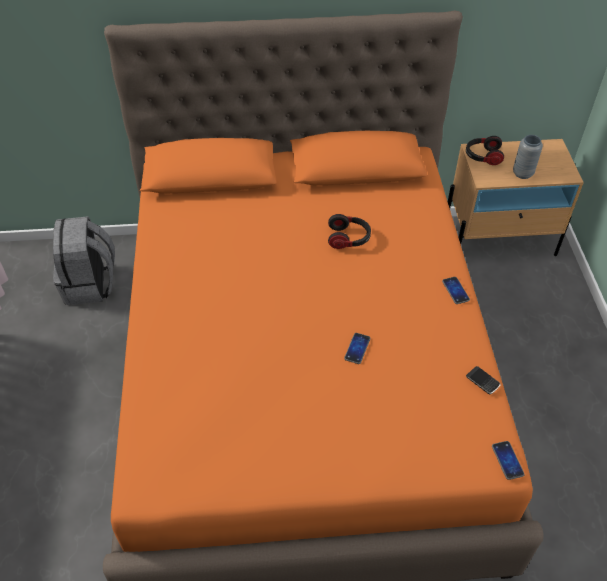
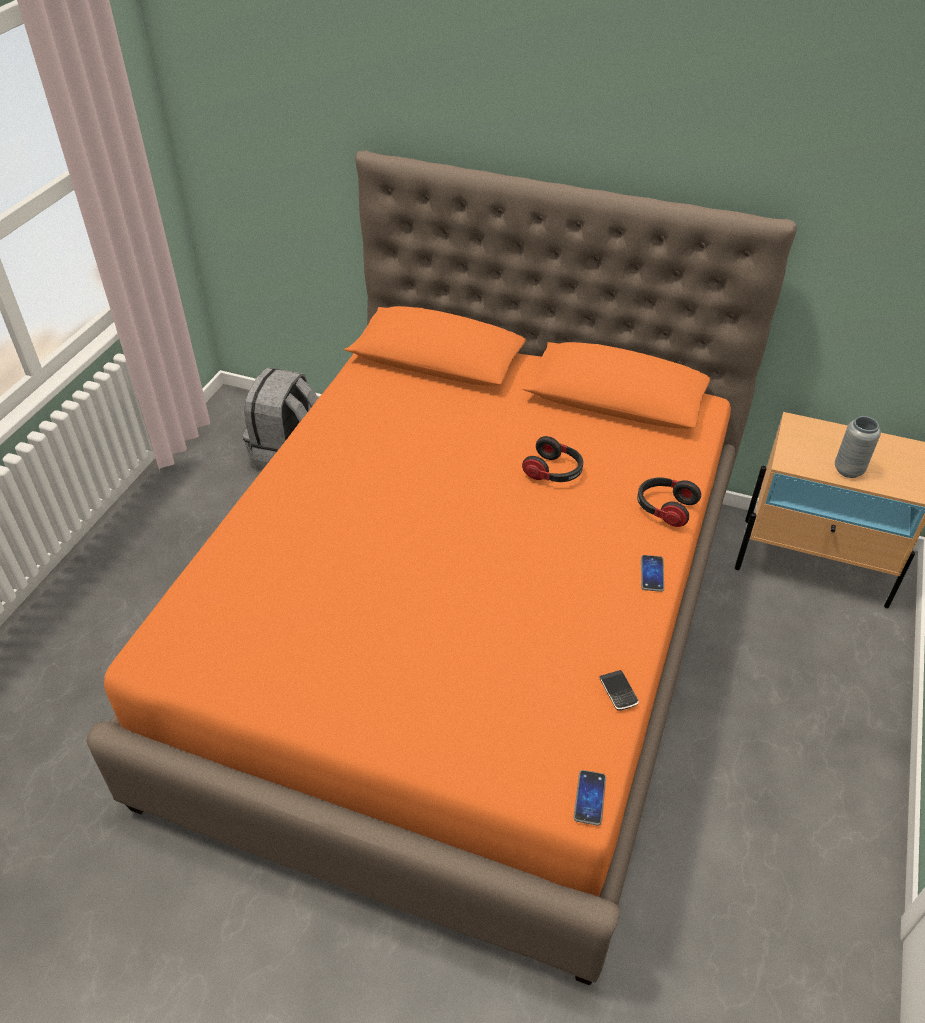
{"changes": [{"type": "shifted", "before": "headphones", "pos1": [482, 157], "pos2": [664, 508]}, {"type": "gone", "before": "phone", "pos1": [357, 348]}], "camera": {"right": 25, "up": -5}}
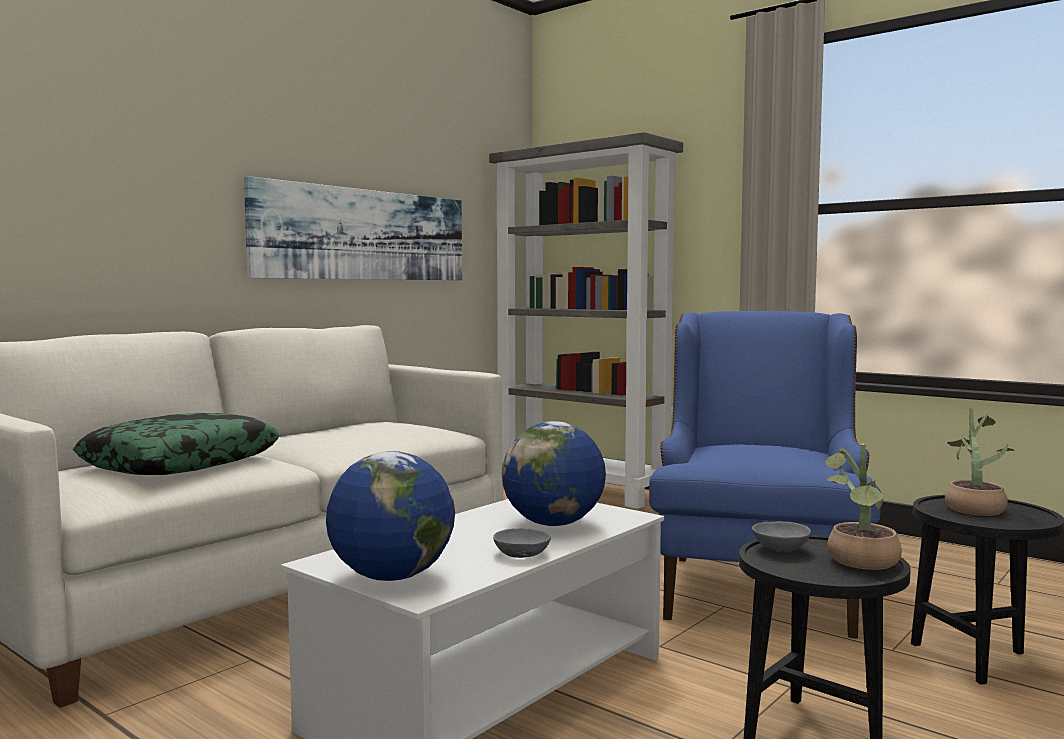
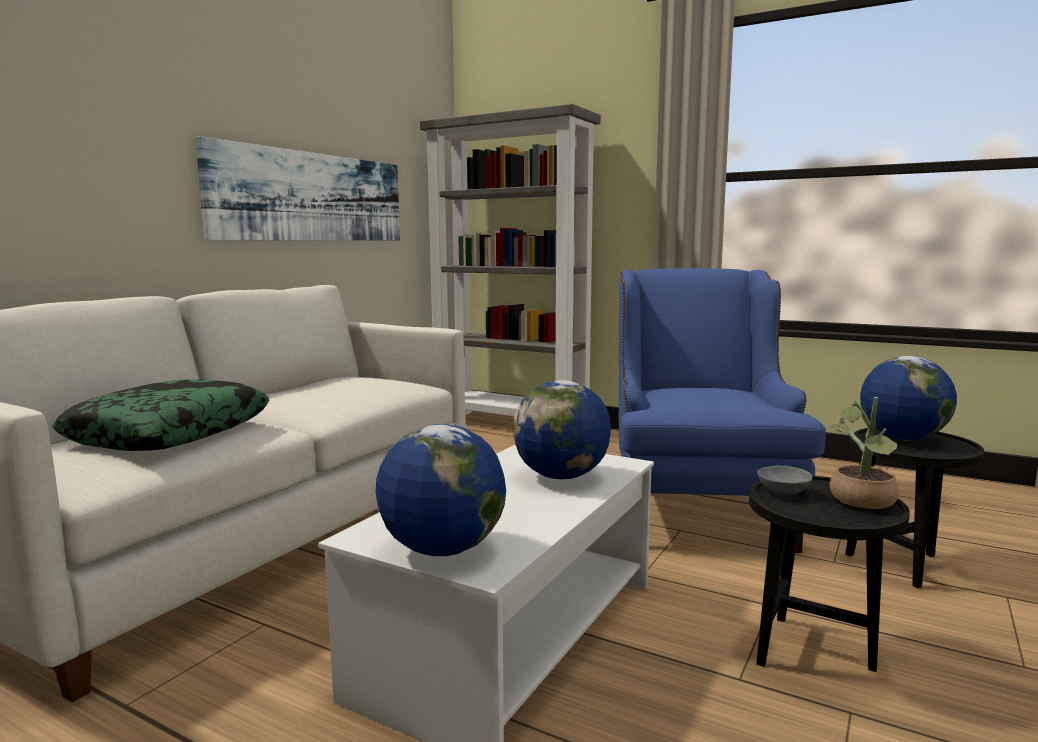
{"changes": [{"type": "swapped", "before": "potted plant", "after": "globe", "pos1": [973, 507], "pos2": [902, 438]}, {"type": "gone", "before": "grey serving bowl", "pos1": [523, 553]}], "camera": {"right": -10, "up": 5}}
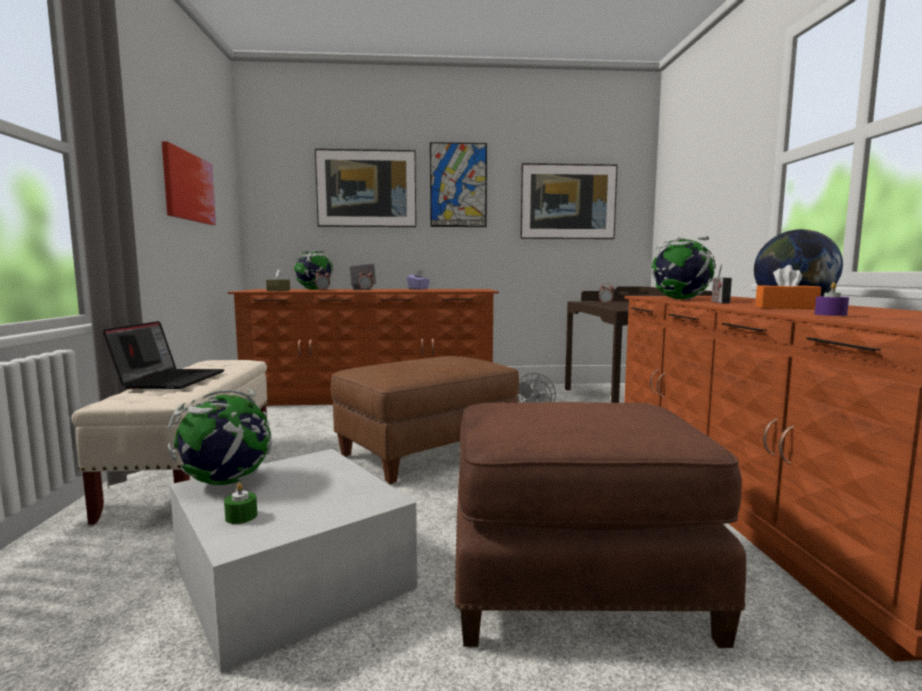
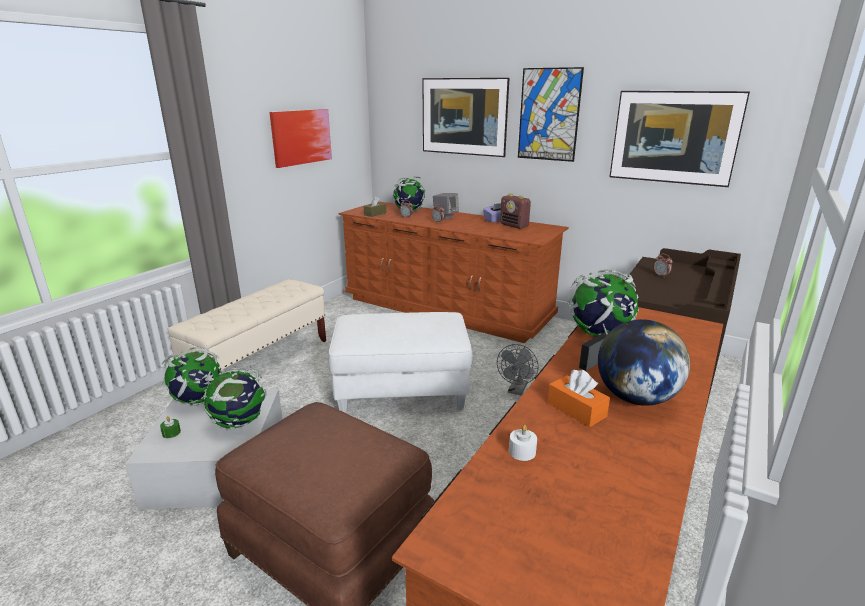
{"changes": [{"type": "new", "after": "globe", "pos2": [239, 423]}, {"type": "repainted", "before": "brown-coloured pouffe", "after": "white-coloured pouffe", "pos1": [427, 452], "pos2": [402, 390]}, {"type": "new", "after": "radio set", "pos2": [514, 226]}, {"type": "repainted", "before": "purplish wax candle", "after": "white-coloured wax candle", "pos1": [830, 314], "pos2": [522, 451]}, {"type": "gone", "before": "portable computer", "pos1": [170, 380]}], "camera": {"right": 35, "up": 15}}
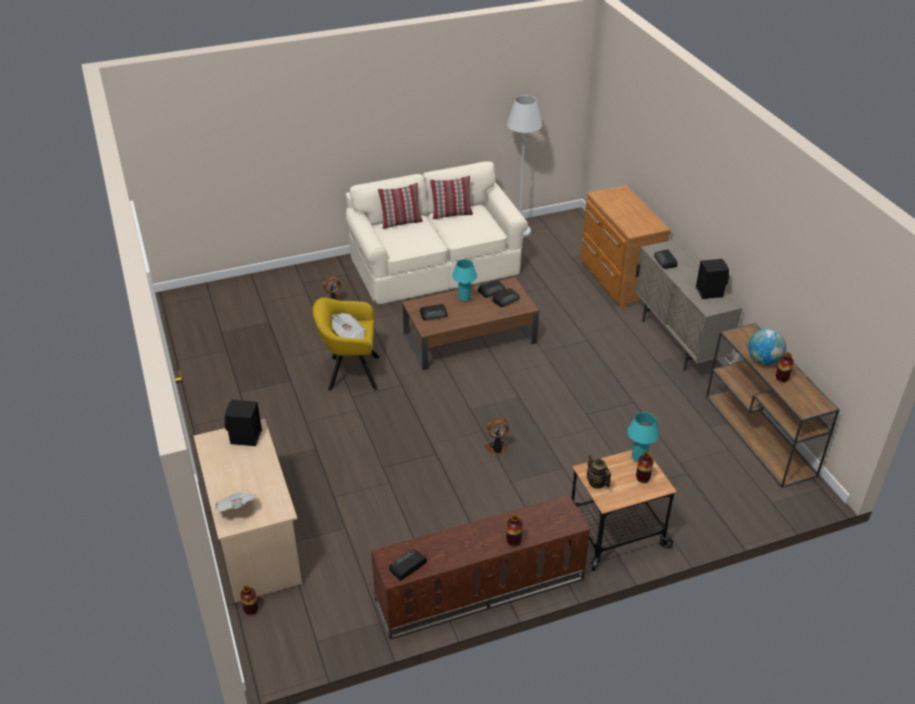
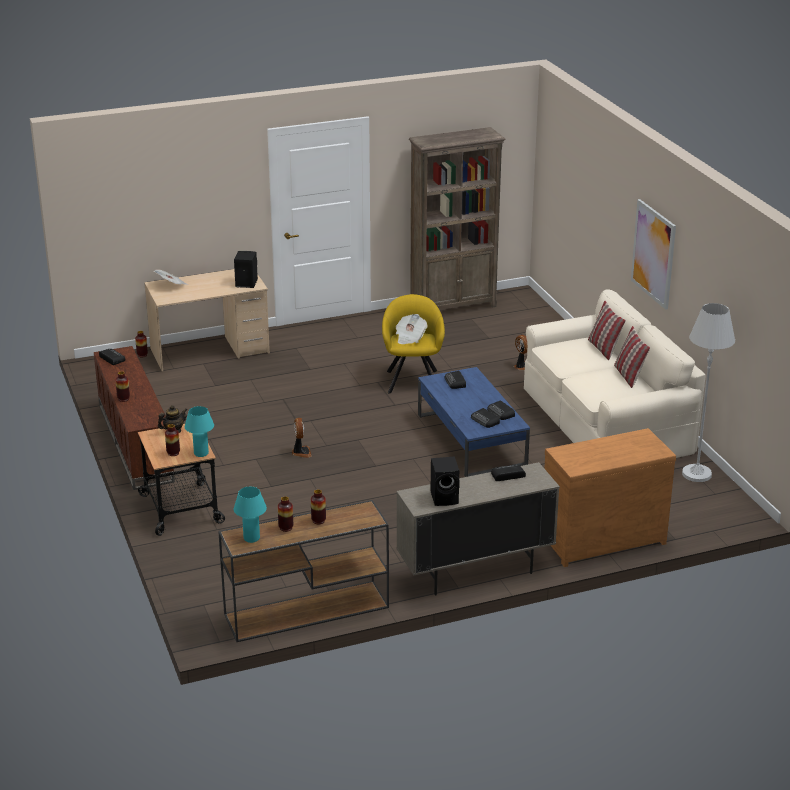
{"changes": [{"type": "shifted", "before": "turquoise lamp for a table", "pos1": [464, 298], "pos2": [251, 538]}, {"type": "swapped", "before": "globe", "after": "decorative vase", "pos1": [763, 360], "pos2": [318, 521]}, {"type": "new", "after": "brown-coloured bookshelf", "pos2": [453, 306]}, {"type": "repainted", "before": "brown-coloured low table", "after": "bluish low table", "pos1": [470, 338], "pos2": [471, 440]}, {"type": "new", "after": "wall picture", "pos2": [653, 253]}], "camera": {"right": 90, "up": -10}}
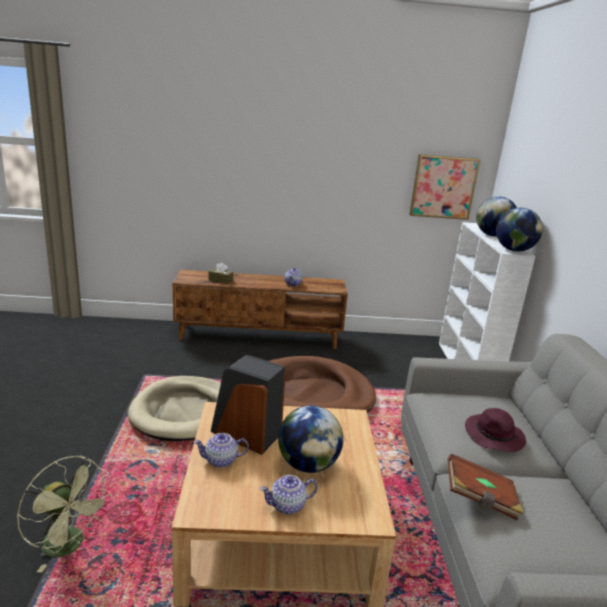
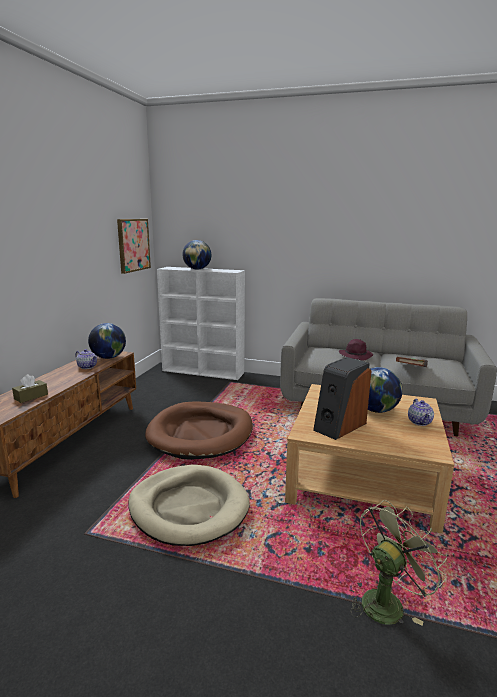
{"changes": [{"type": "shifted", "before": "globe", "pos1": [514, 250], "pos2": [108, 357]}, {"type": "gone", "before": "teapot", "pos1": [221, 460]}], "camera": {"right": -70, "up": -5}}
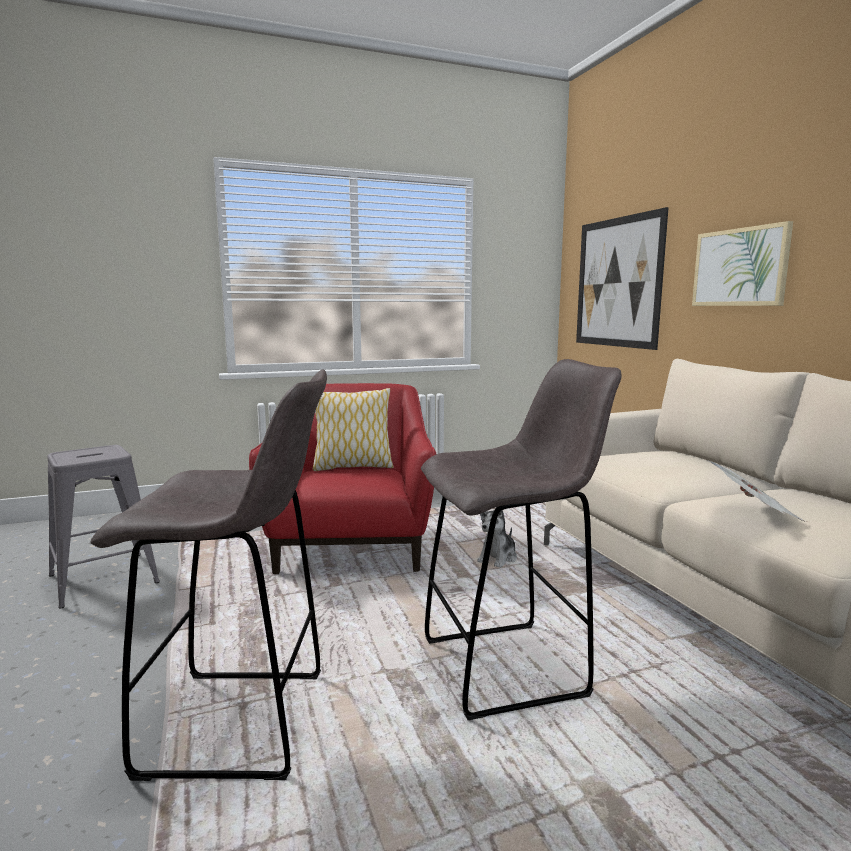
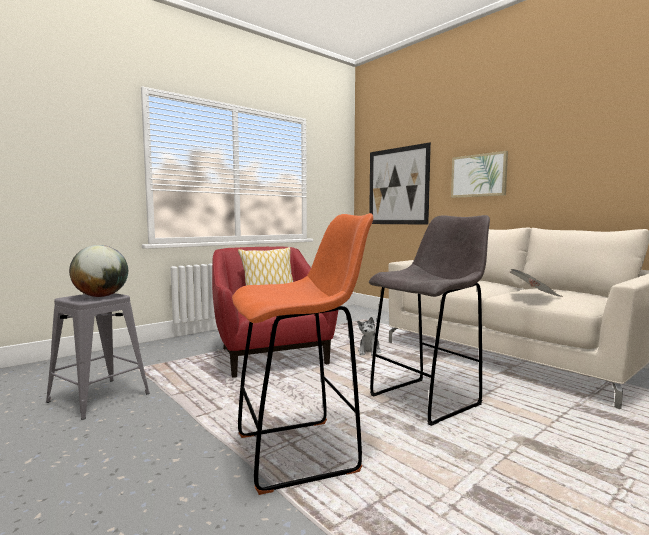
{"changes": [{"type": "new", "after": "globe", "pos2": [101, 296]}, {"type": "repainted", "before": "grey sitting stool", "after": "orangey sitting stool", "pos1": [242, 723], "pos2": [300, 453]}], "camera": {"right": -20, "up": -5}}
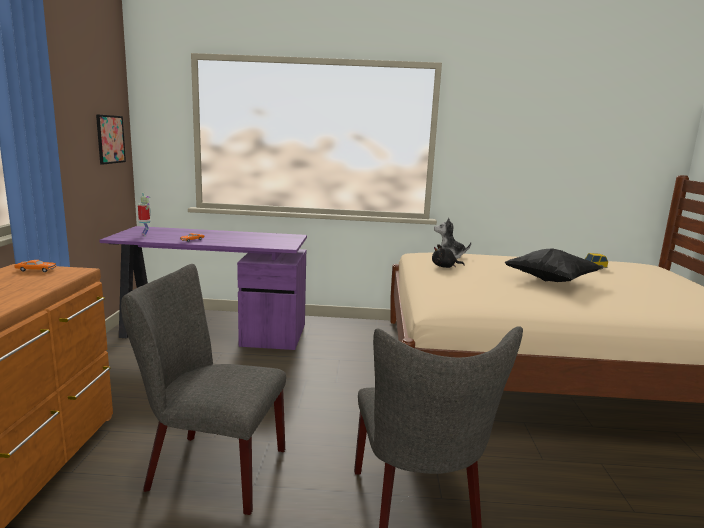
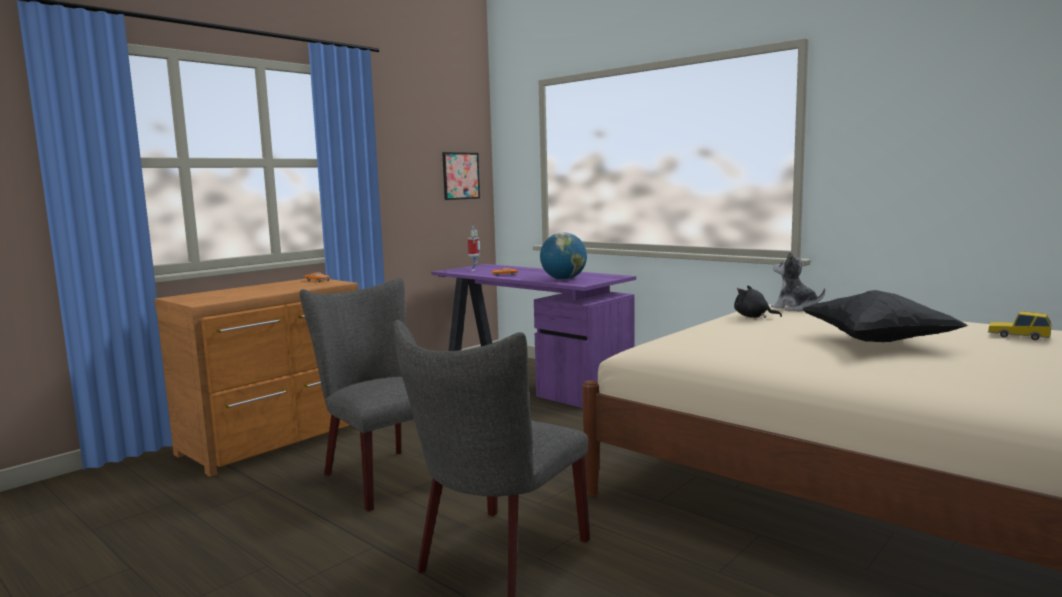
{"changes": [{"type": "new", "after": "globe", "pos2": [563, 279]}], "camera": {"right": 40, "up": -5}}
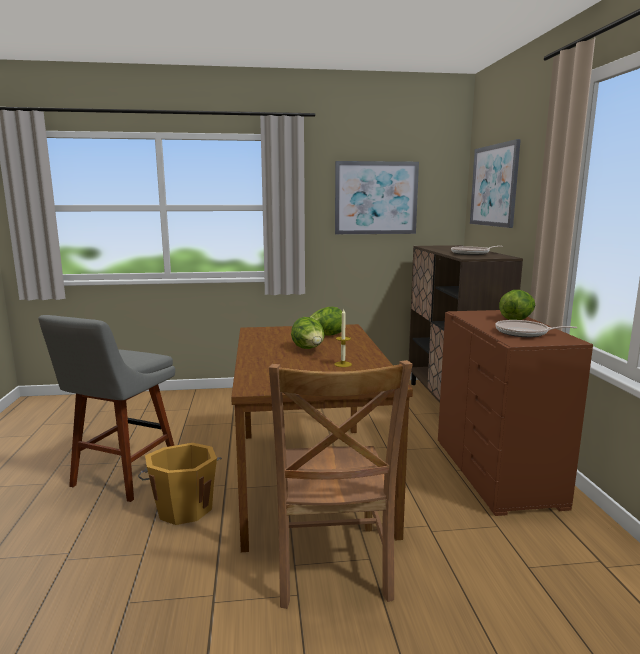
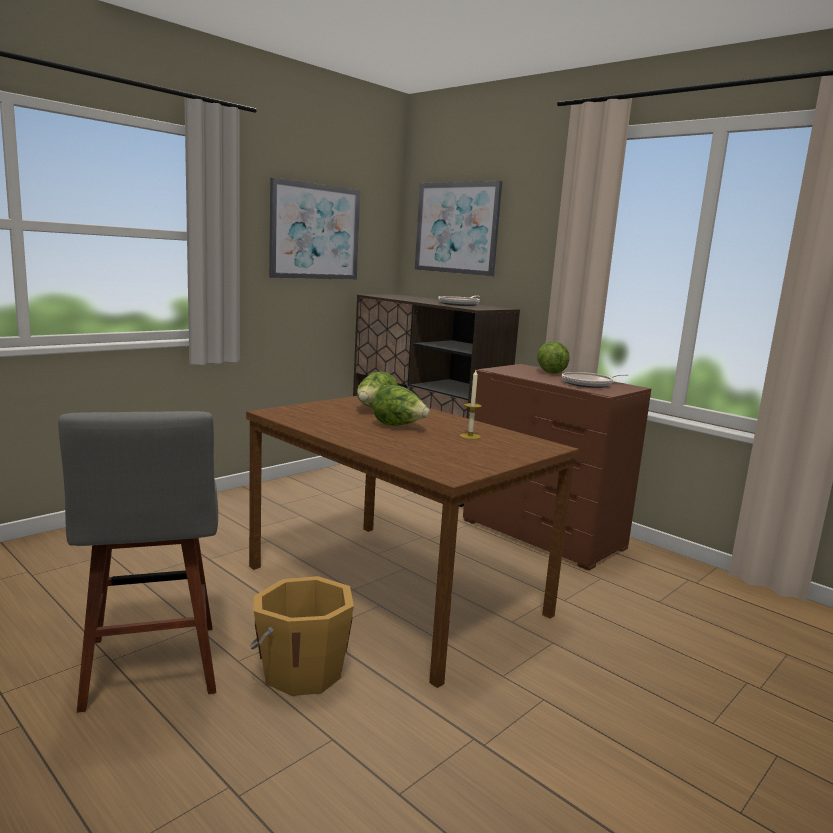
{"changes": [{"type": "gone", "before": "brown-coloured upright chair", "pos1": [331, 568]}], "camera": {"right": -40, "up": 0}}
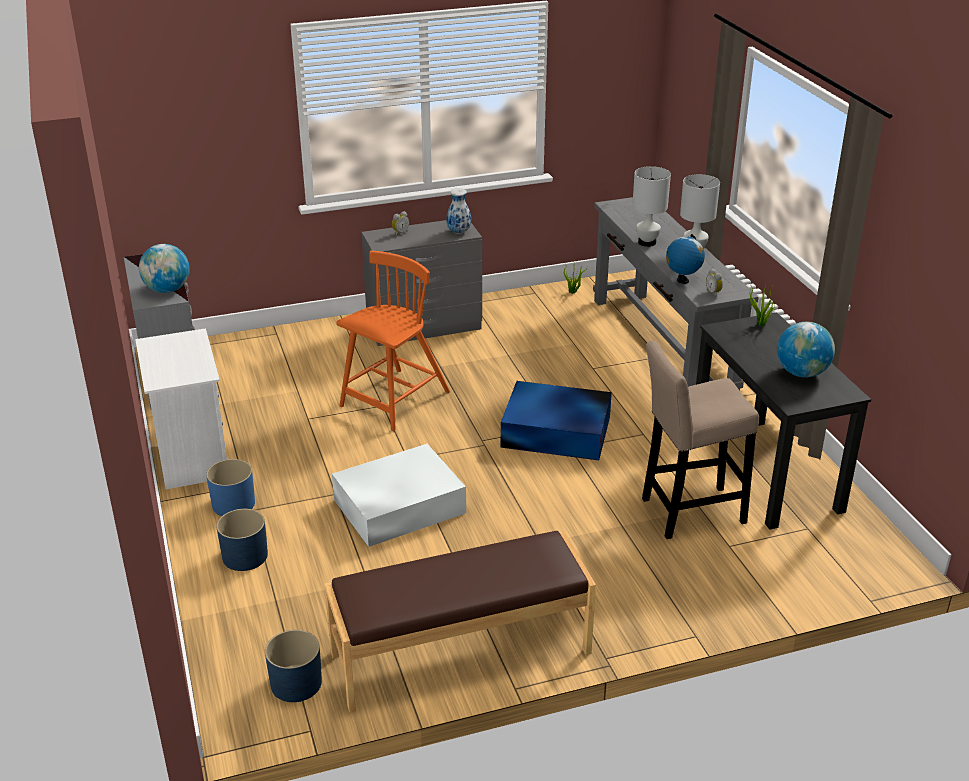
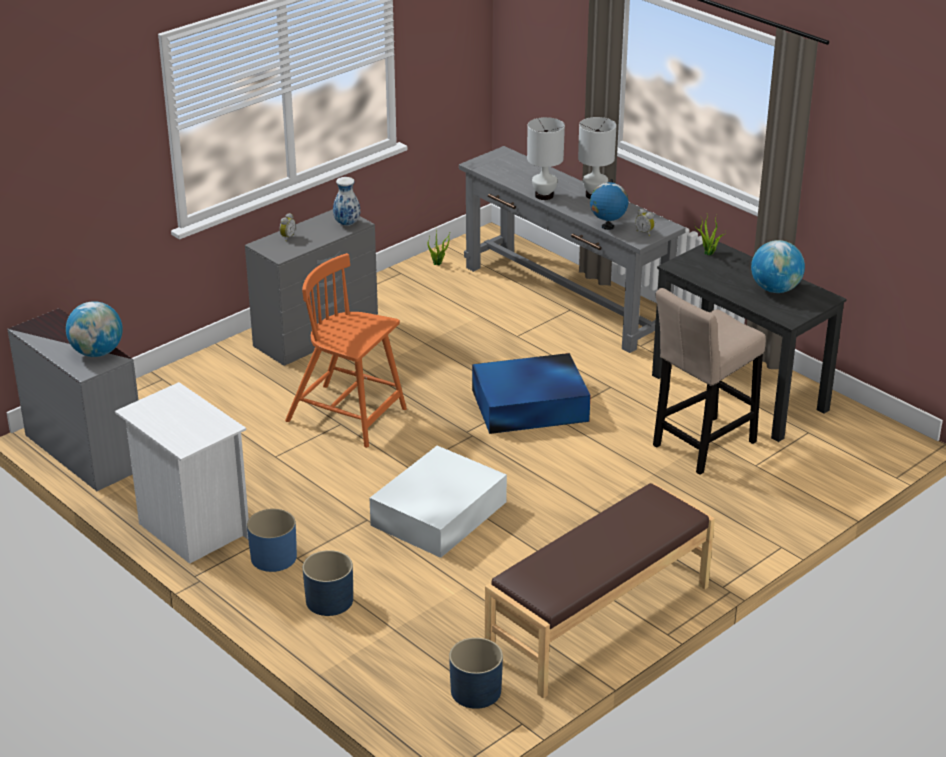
{"changes": [{"type": "rotated", "before": "orangey upright chair", "pos1": [394, 400], "pos2": [348, 416], "turn": -75}], "camera": {"right": -25, "up": 0}}
